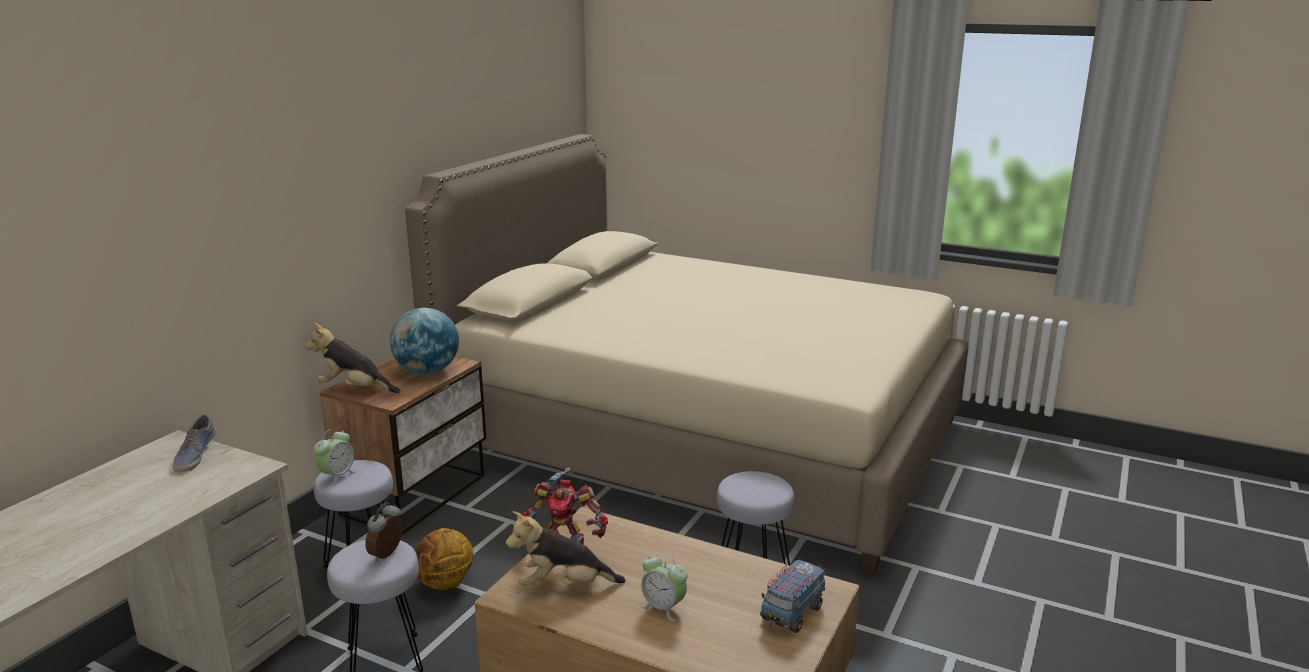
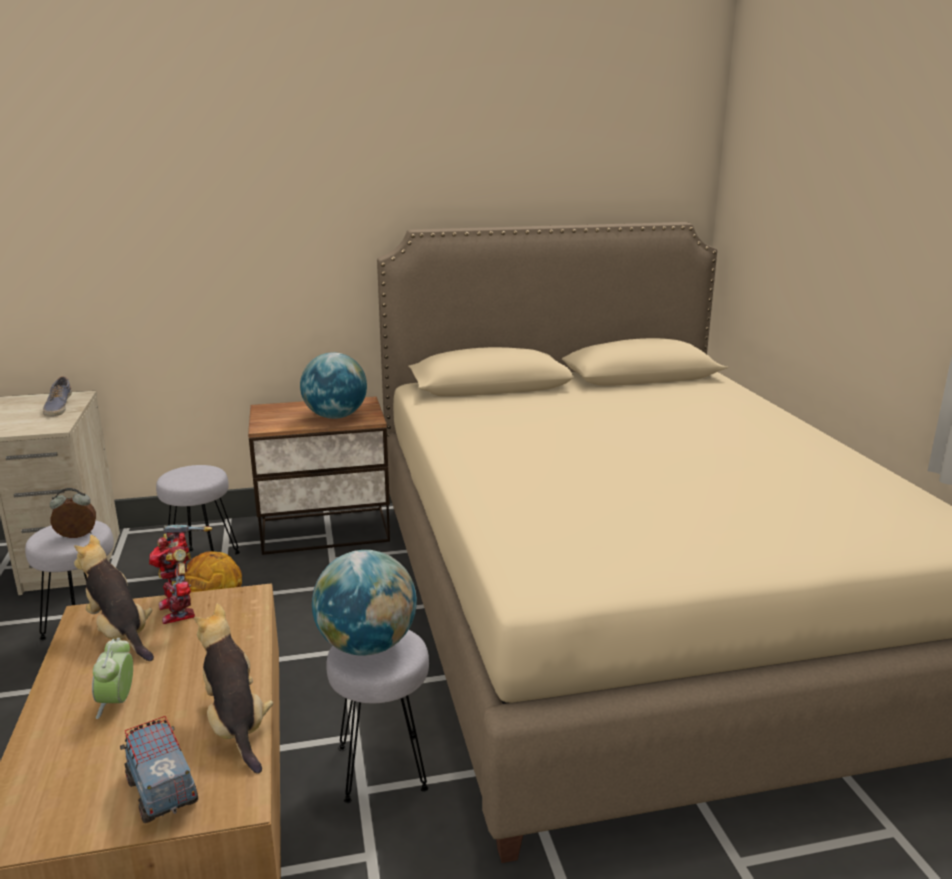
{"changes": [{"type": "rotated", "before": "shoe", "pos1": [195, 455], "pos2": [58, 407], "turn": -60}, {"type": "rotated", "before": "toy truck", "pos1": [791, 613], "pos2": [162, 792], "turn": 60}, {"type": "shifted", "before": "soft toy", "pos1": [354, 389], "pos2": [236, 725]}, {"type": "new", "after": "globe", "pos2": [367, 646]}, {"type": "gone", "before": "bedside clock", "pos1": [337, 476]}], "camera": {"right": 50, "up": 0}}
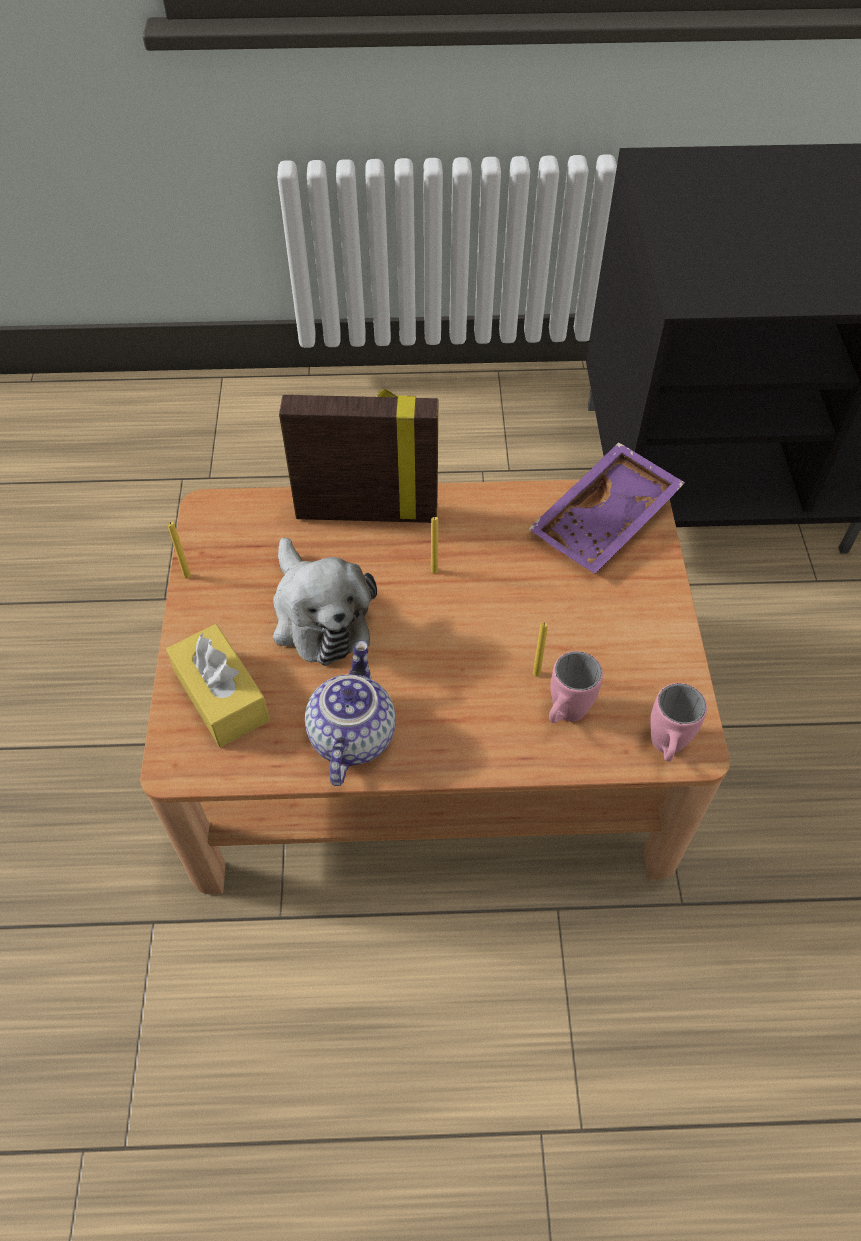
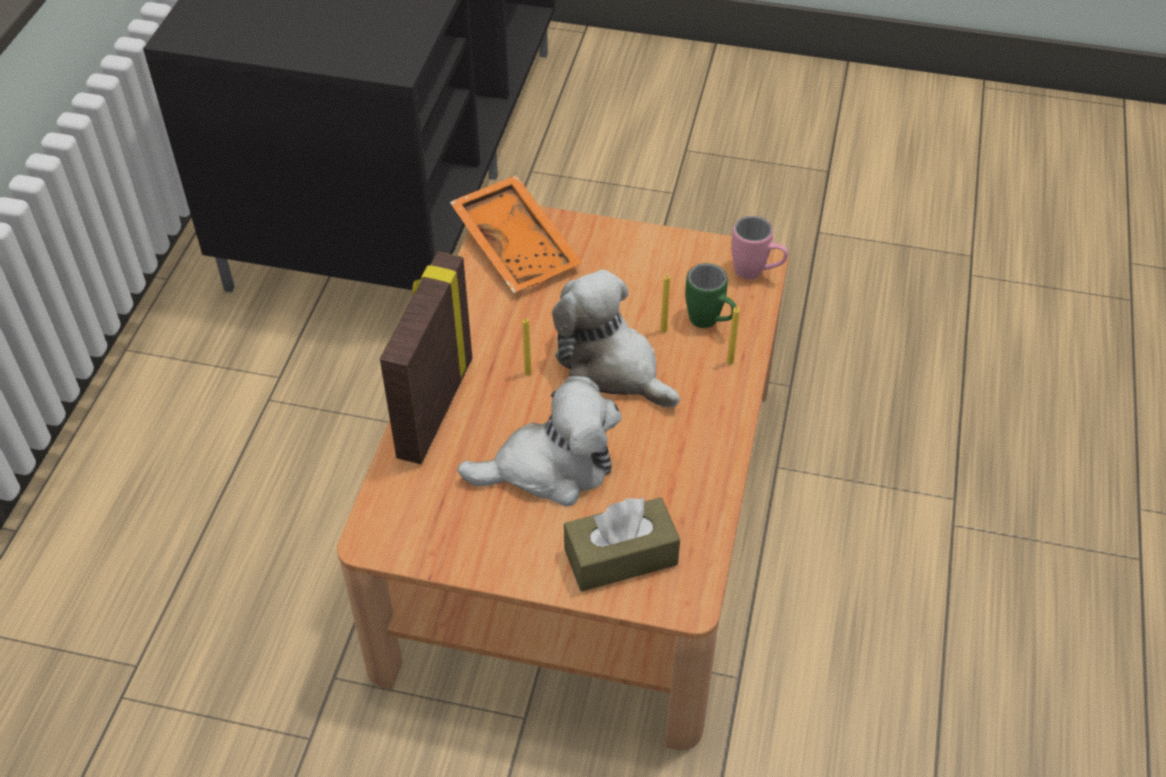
{"changes": [{"type": "repainted", "before": "purplish tray", "after": "orangey tray", "pos1": [606, 522], "pos2": [518, 246]}, {"type": "new", "after": "soft toy", "pos2": [612, 367]}, {"type": "repainted", "before": "yellow-coloured tissue holder", "after": "brown-coloured tissue holder", "pos1": [221, 696], "pos2": [620, 556]}, {"type": "repainted", "before": "pink-coloured tea mug", "after": "green-coloured tea mug", "pos1": [564, 716], "pos2": [710, 323]}, {"type": "shifted", "before": "yellow-coloured wax candle", "pos1": [187, 575], "pos2": [730, 362]}, {"type": "gone", "before": "teapot", "pos1": [350, 735]}], "camera": {"right": -75, "up": -5}}
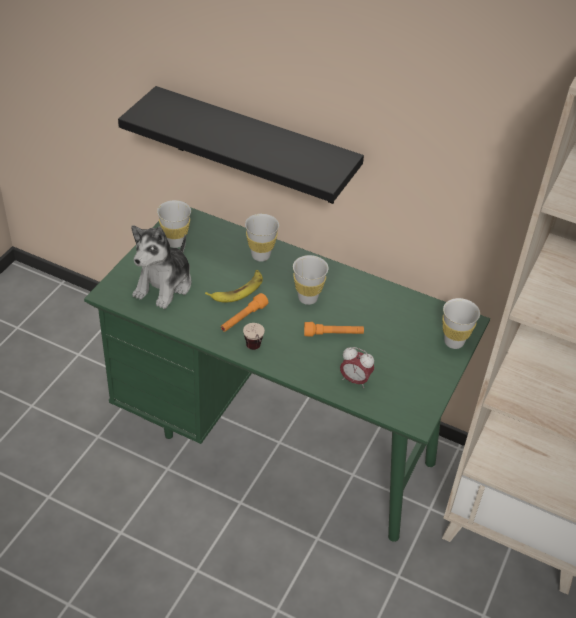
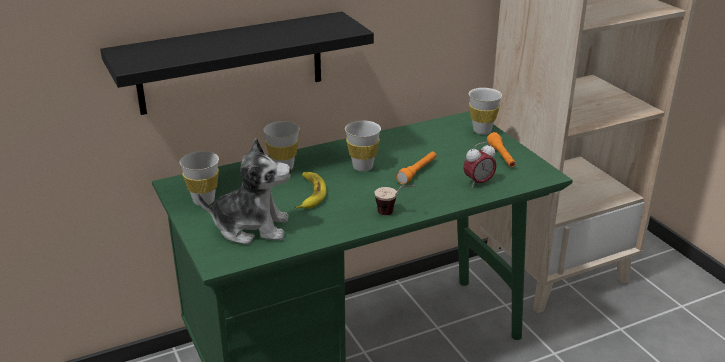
{"changes": [{"type": "rotated", "before": "soft toy", "pos1": [164, 285], "pos2": [251, 227], "turn": -60}, {"type": "shifted", "before": "orangey flashlight", "pos1": [243, 318], "pos2": [501, 157]}], "camera": {"right": -50, "up": -15}}
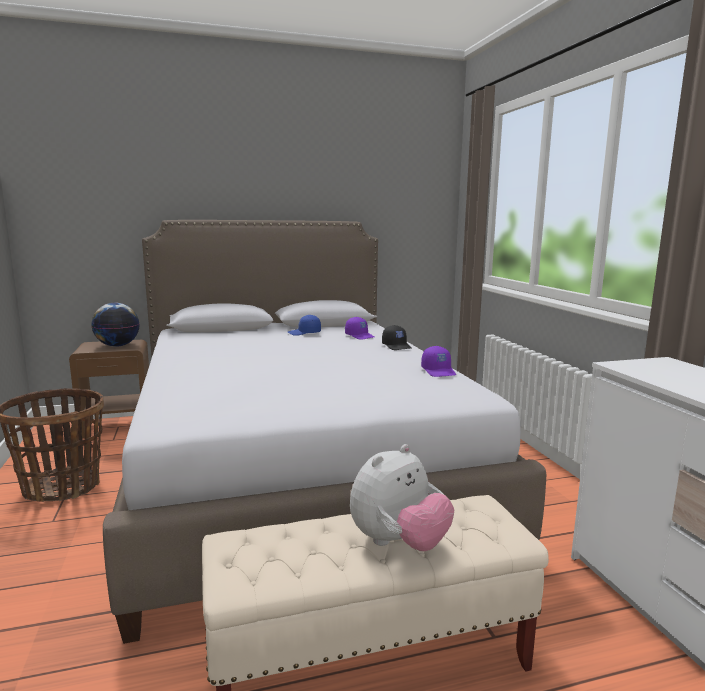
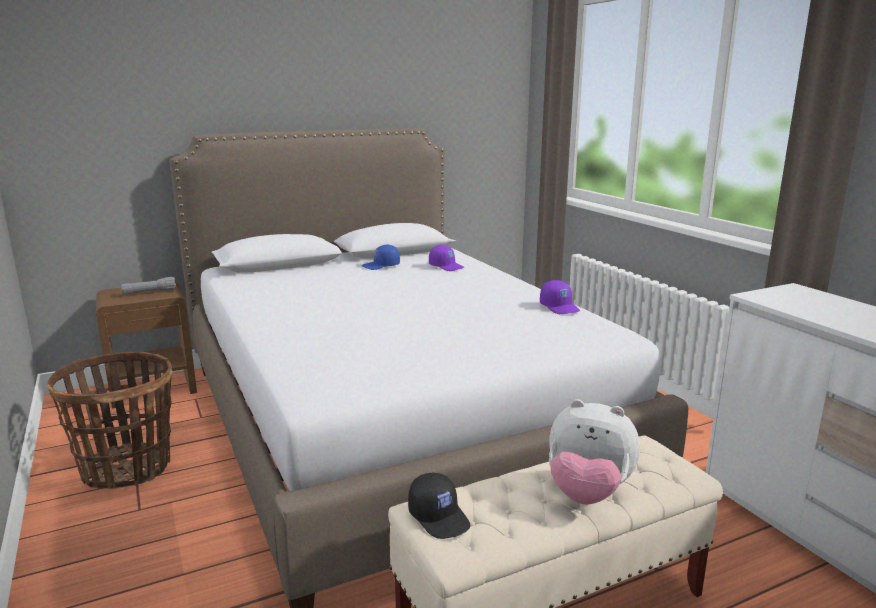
{"changes": [{"type": "swapped", "before": "globe", "after": "grey flashlight", "pos1": [117, 345], "pos2": [149, 292]}, {"type": "shifted", "before": "blackish baseball cap", "pos1": [397, 346], "pos2": [440, 517]}, {"type": "rotated", "before": "soft toy", "pos1": [398, 543], "pos2": [587, 493], "turn": 75}], "camera": {"right": -10, "up": 5}}
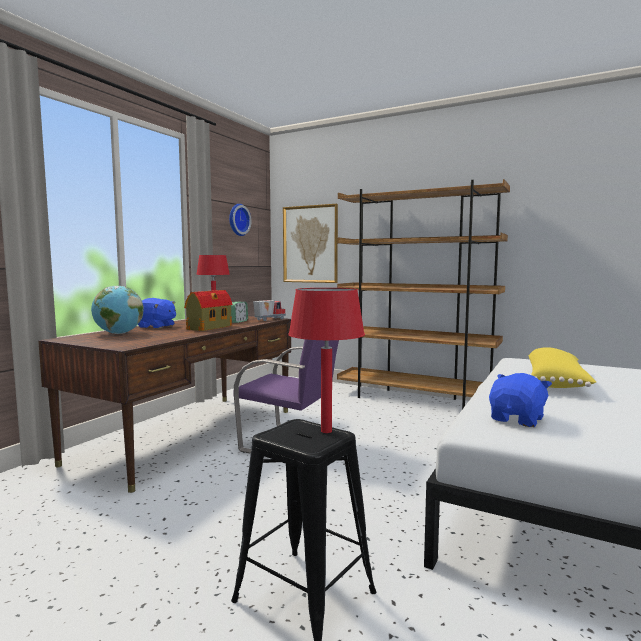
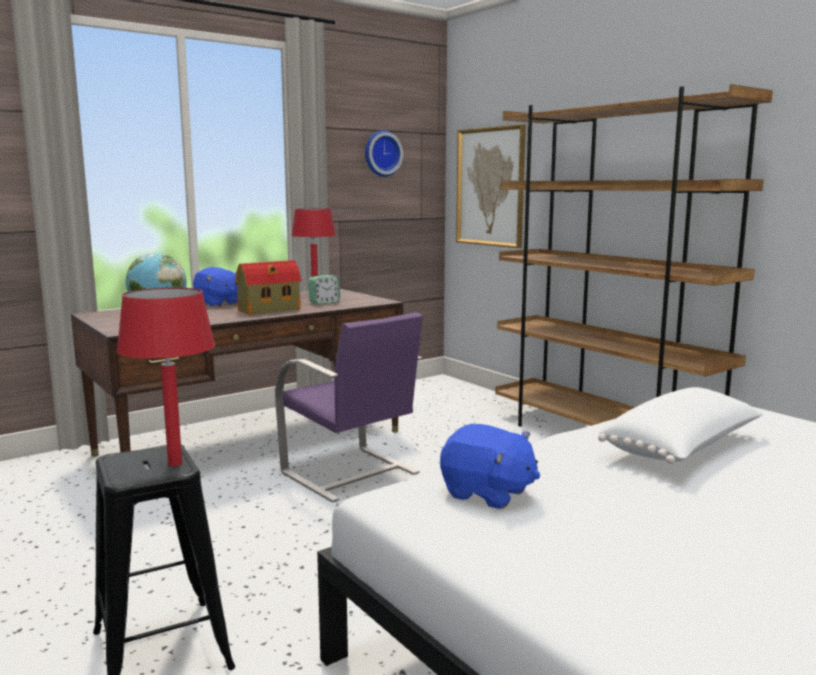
{"changes": [{"type": "rotated", "before": "bluish soft toy", "pos1": [517, 419], "pos2": [487, 493], "turn": 60}, {"type": "repainted", "before": "yellow-coloured cushion", "after": "white-coloured cushion", "pos1": [556, 382], "pos2": [683, 448]}, {"type": "gone", "before": "toy truck", "pos1": [269, 319]}], "camera": {"right": 25, "up": 5}}
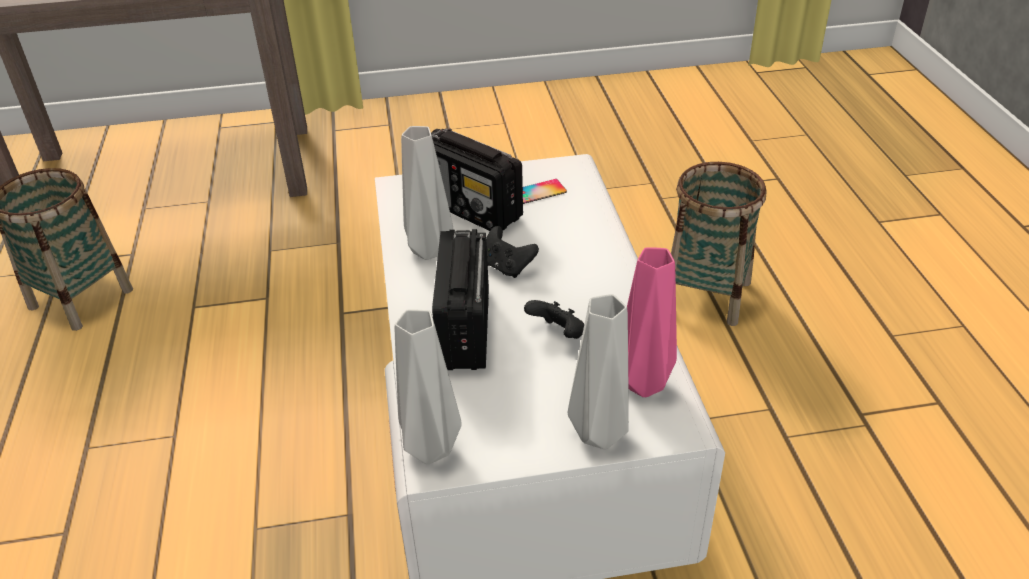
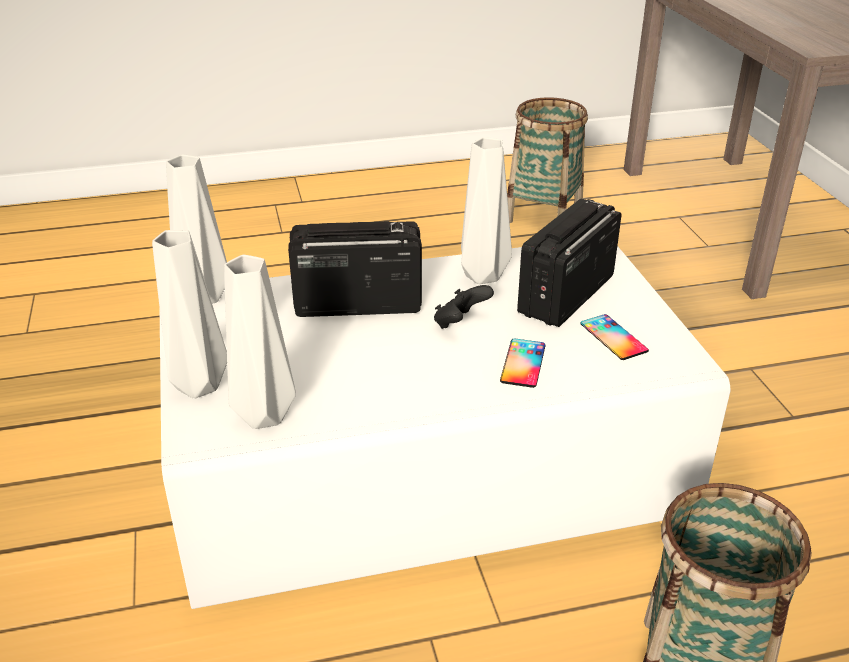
{"changes": [{"type": "repainted", "before": "pink-coloured decorative vase", "after": "grey decorative vase", "pos1": [644, 382], "pos2": [267, 416]}, {"type": "new", "after": "phone", "pos2": [523, 363]}, {"type": "gone", "before": "blackish joypad", "pos1": [558, 334]}], "camera": {"right": 85, "up": -5}}
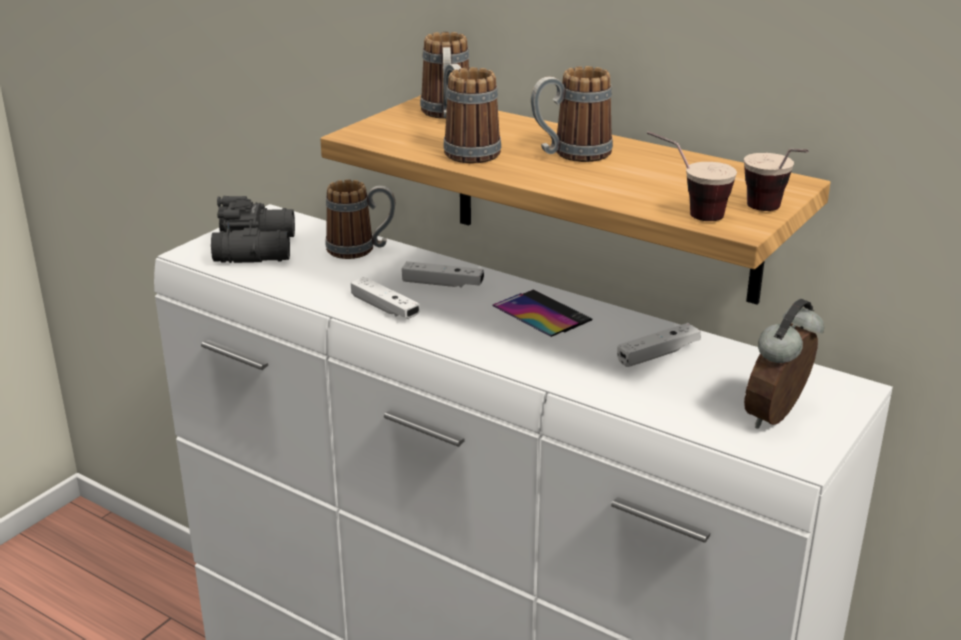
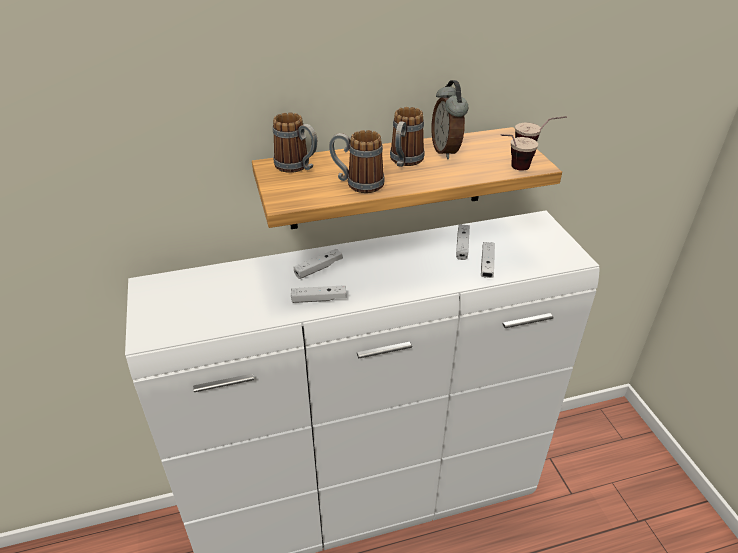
{"changes": [{"type": "shifted", "before": "bedside clock", "pos1": [778, 418], "pos2": [447, 151]}, {"type": "new", "after": "white-coloured joypad", "pos2": [487, 265]}, {"type": "gone", "before": "blackish field glasses", "pos1": [258, 248]}, {"type": "gone", "before": "tea mug", "pos1": [361, 249]}, {"type": "gone", "before": "phone", "pos1": [541, 313]}], "camera": {"right": -50, "up": 10}}
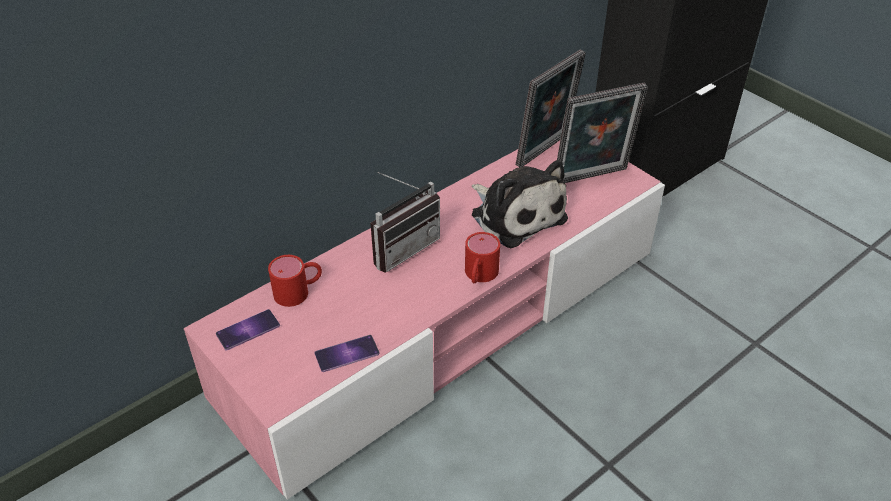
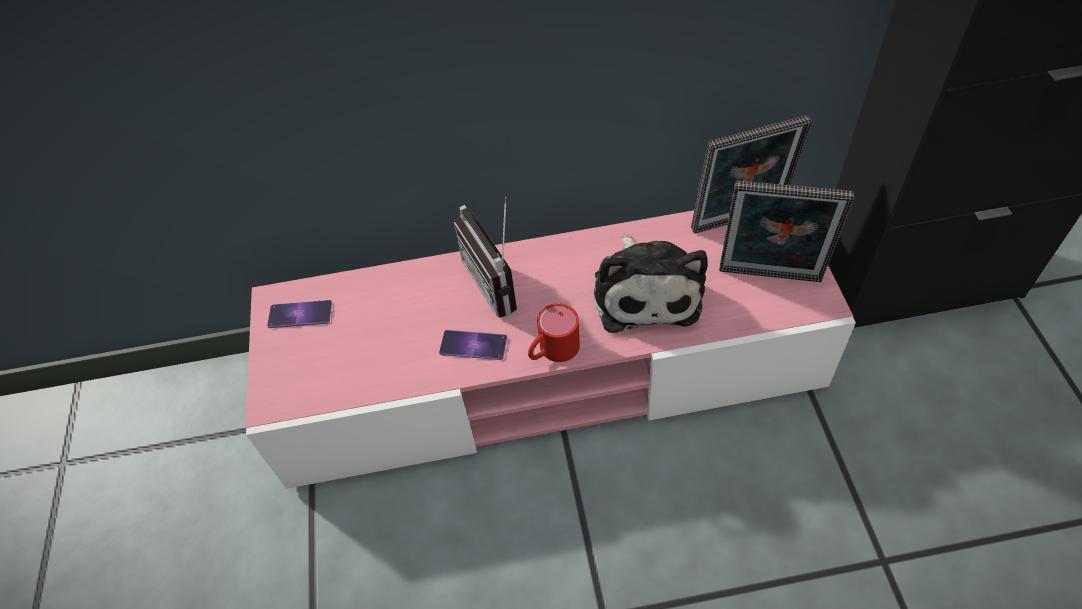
{"changes": [{"type": "shifted", "before": "phone", "pos1": [347, 353], "pos2": [473, 345]}, {"type": "rotated", "before": "radio set", "pos1": [402, 247], "pos2": [499, 282], "turn": 75}, {"type": "gone", "before": "reddish tea mug", "pos1": [299, 291]}], "camera": {"right": 35, "up": 10}}
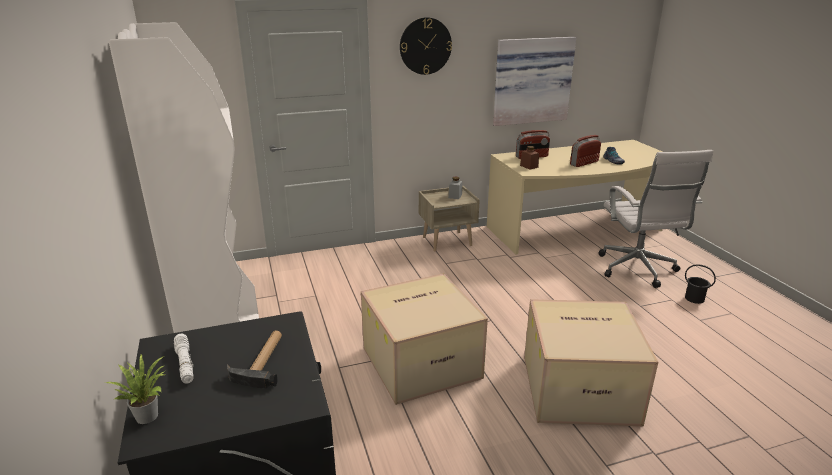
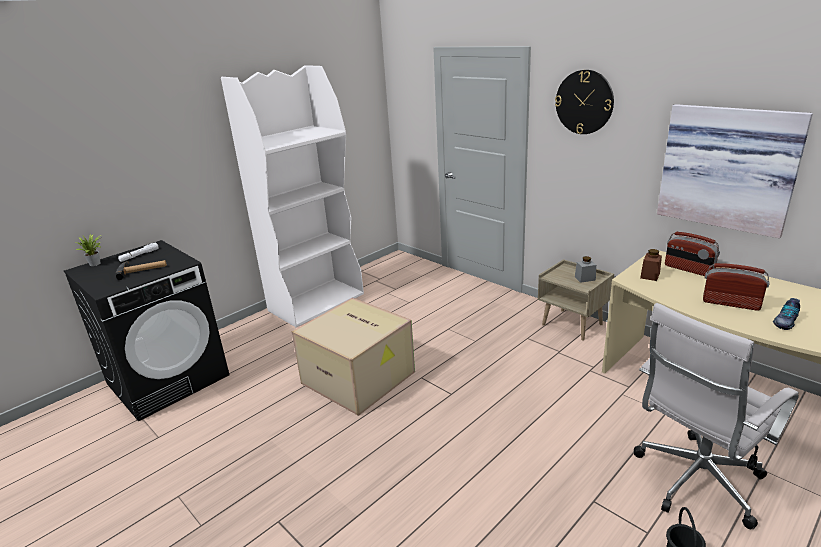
{"changes": [{"type": "gone", "before": "carton", "pos1": [580, 388]}], "camera": {"right": 65, "up": 0}}
